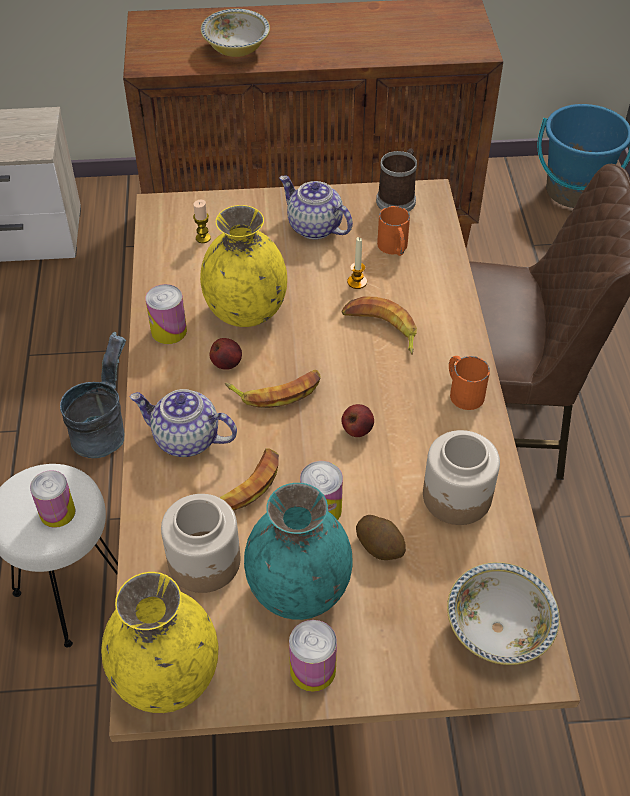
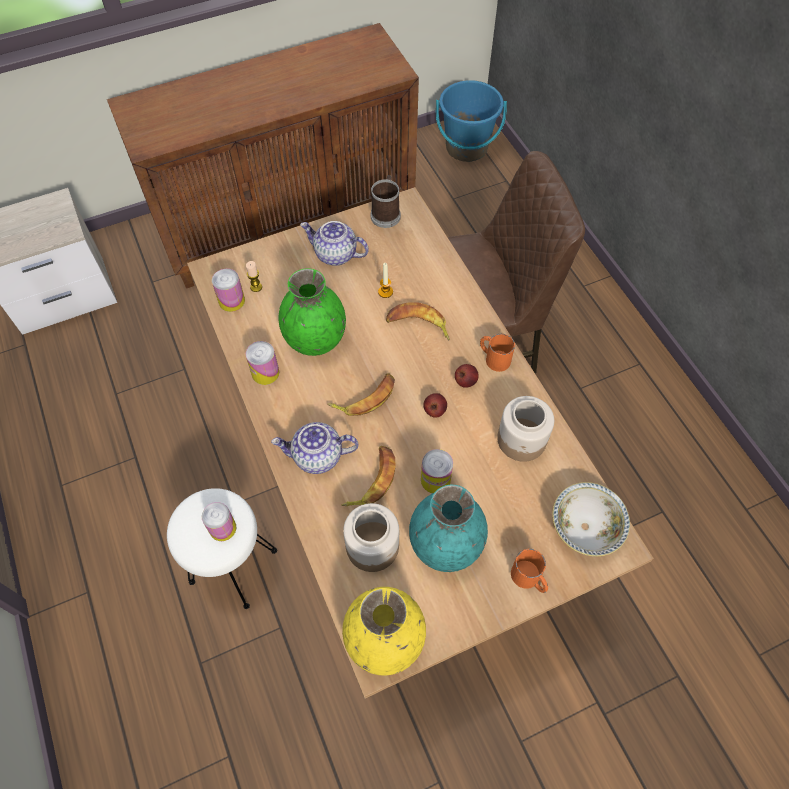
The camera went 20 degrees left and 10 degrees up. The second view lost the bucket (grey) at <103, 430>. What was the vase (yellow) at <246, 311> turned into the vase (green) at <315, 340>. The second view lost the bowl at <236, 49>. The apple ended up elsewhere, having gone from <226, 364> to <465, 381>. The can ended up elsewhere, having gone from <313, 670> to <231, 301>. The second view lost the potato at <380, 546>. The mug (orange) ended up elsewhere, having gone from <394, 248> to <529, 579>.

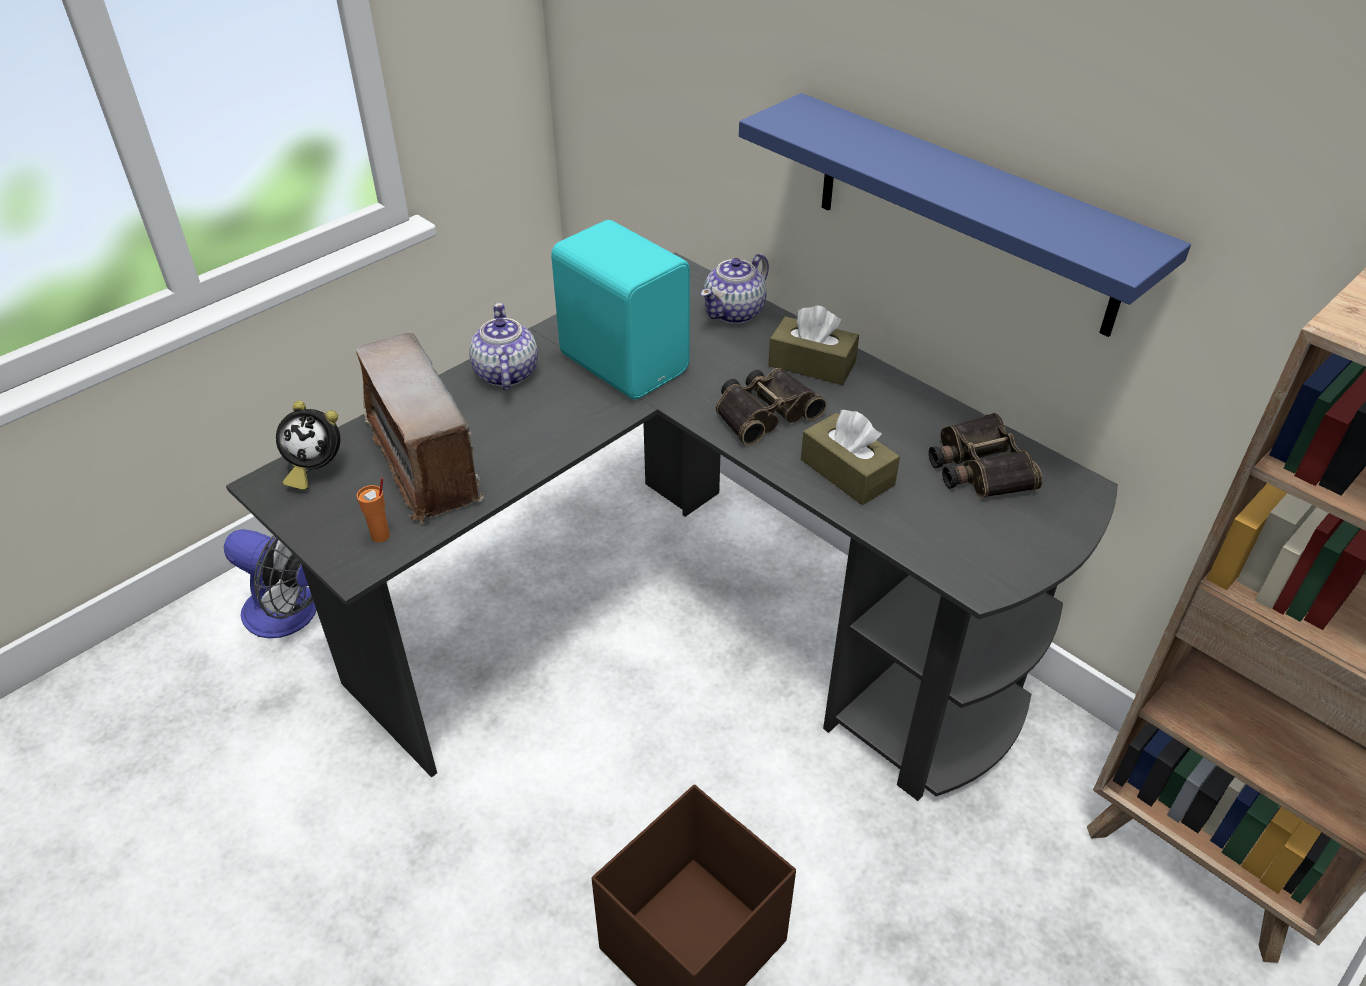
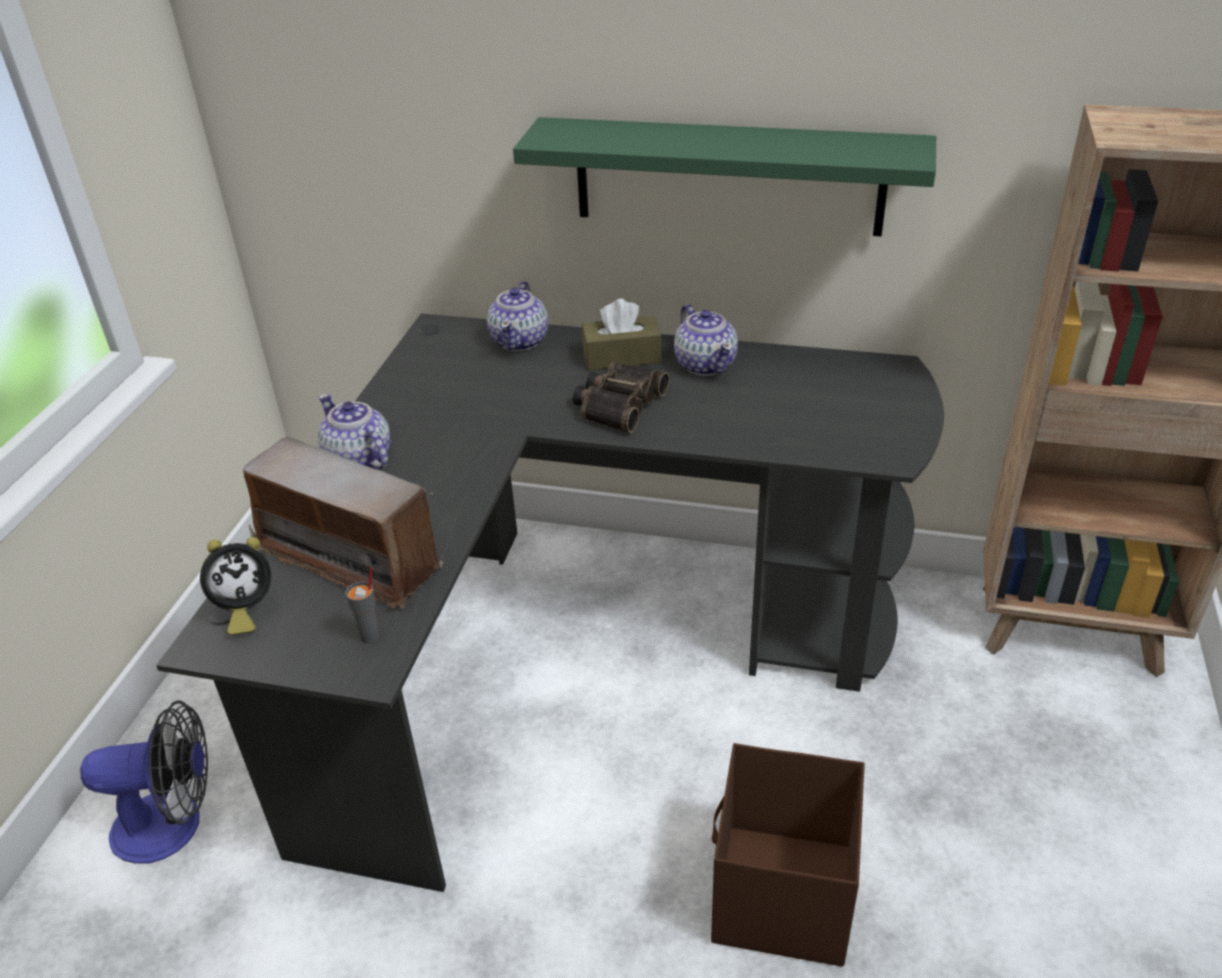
The camera went 30 degrees left and 5 degrees down. What was the cup (orange) at <381, 536> turned into the cup (grey) at <371, 636>. The second view lost the speaker (turquoise) at <625, 361>. What was the shelf (blue) at <965, 214> turned into the shelf (green) at <728, 176>. The second view lost the tissue box (brown) at <847, 472>. The second view lost the binoculars at <977, 467>. The second view gained the teapot at <705, 364>.

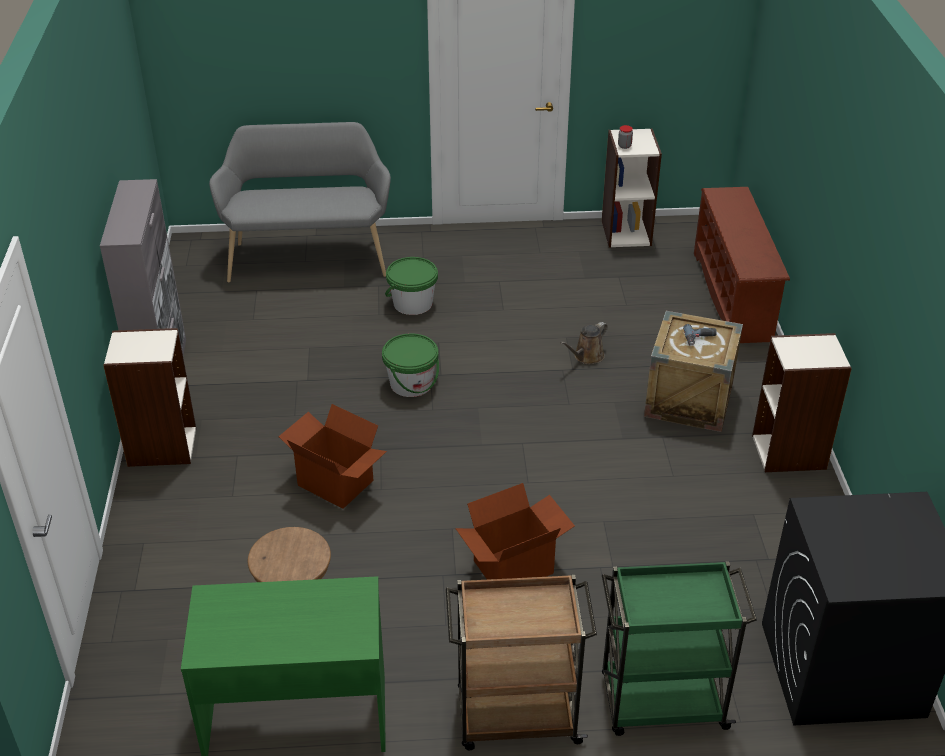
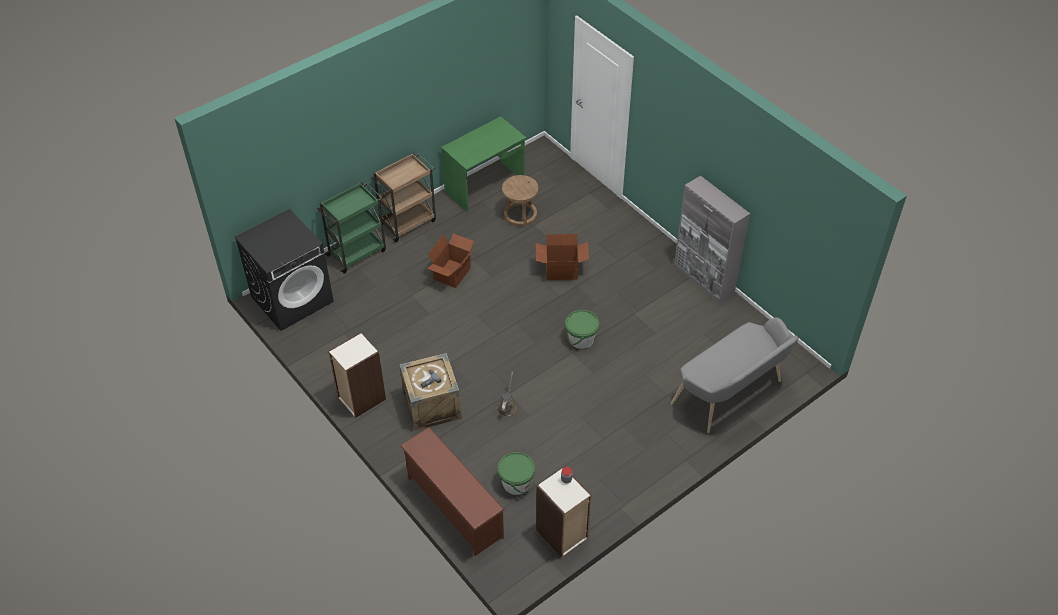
The camera went 145 degrees right and 10 degrees up. The second view lost the bookcase at <161, 447>. The bucket (green) ended up elsewhere, having gone from <412, 303> to <516, 482>.

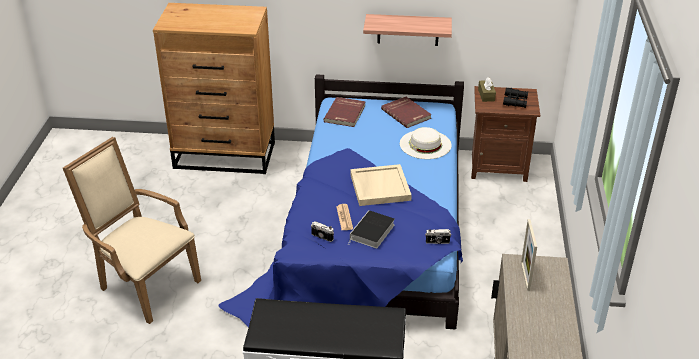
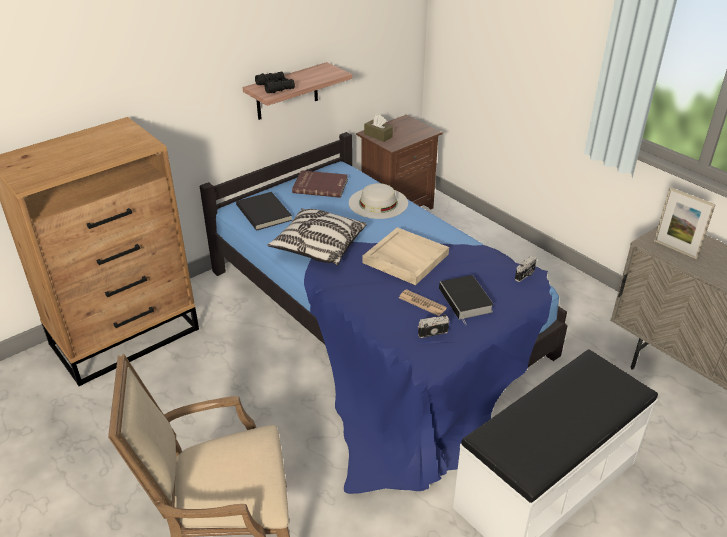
The camera went 45 degrees left and 0 degrees up. What was the book (red) at <345, 113> turned into the book (black) at <265, 213>. The binoculars (black) ended up elsewhere, having gone from <515, 101> to <275, 87>. The second view gained the pillow at <318, 247>.

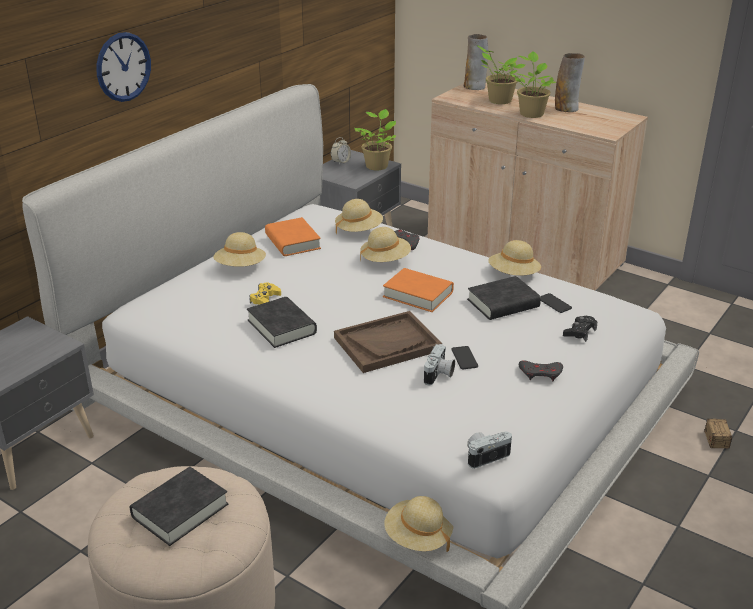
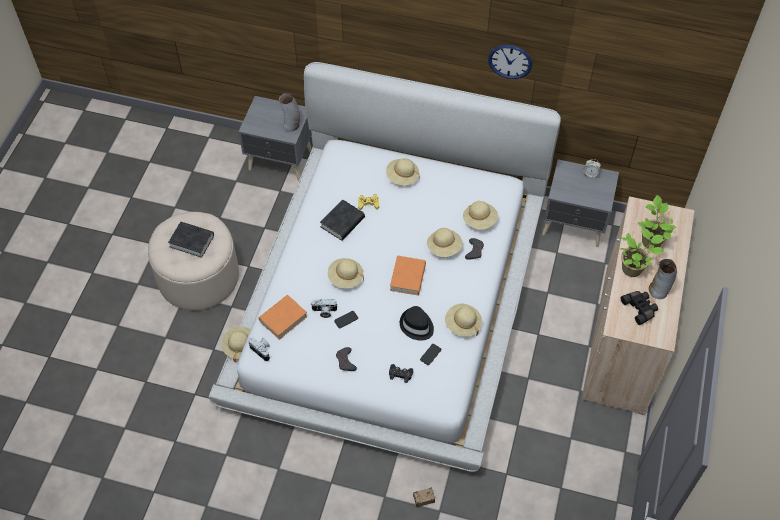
The camera went 70 degrees right and 25 degrees up. The wall clock ended up elsewhere, having gone from <123, 67> to <510, 61>. The book (orange) ended up elsewhere, having gone from <292, 242> to <283, 319>. Where the tray (brown) stood at <387, 344>, the hat (beige) came to stand at <345, 278>. The second view lost the potted plant at <377, 165>. The vase ended up elsewhere, having gone from <475, 87> to <291, 125>. Where the book (black) stood at <503, 304>, the hat (black) came to stand at <416, 326>. The second view gained the binoculars (black) at <640, 309>.

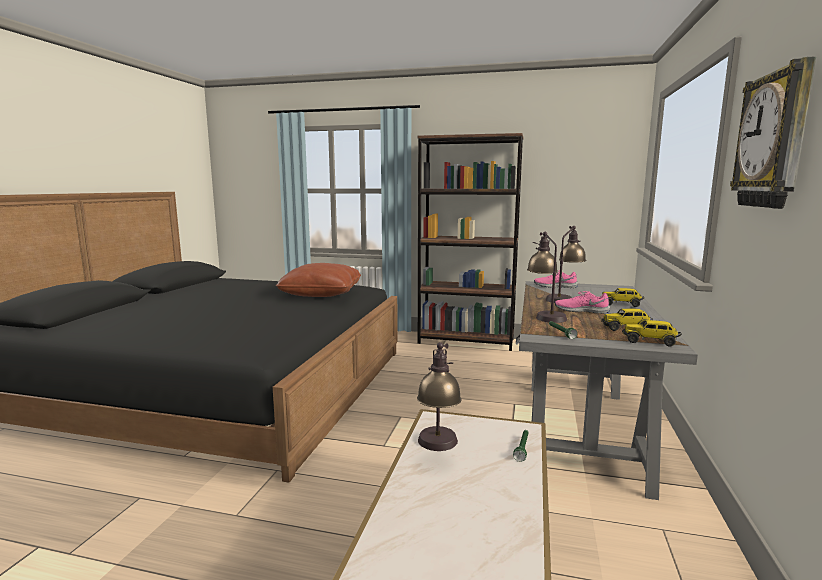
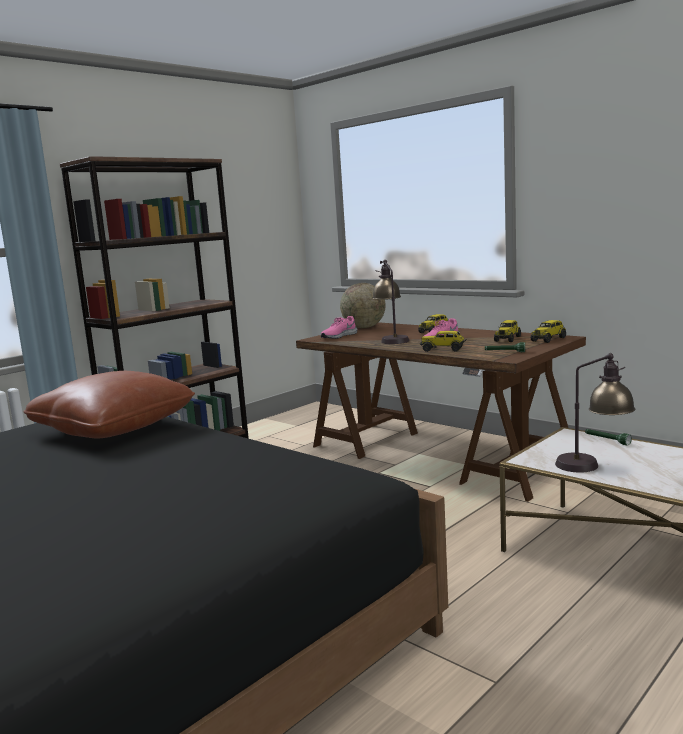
The camera went 60 degrees left and 0 degrees up. What was the desk (grey) at <580, 418> turned into the desk (brown) at <437, 455>. Where the table lamp stood at <545, 315>, the toy truck came to stand at <443, 349>. The second view lost the wall clock at <774, 140>. The second view gained the globe at <364, 327>.

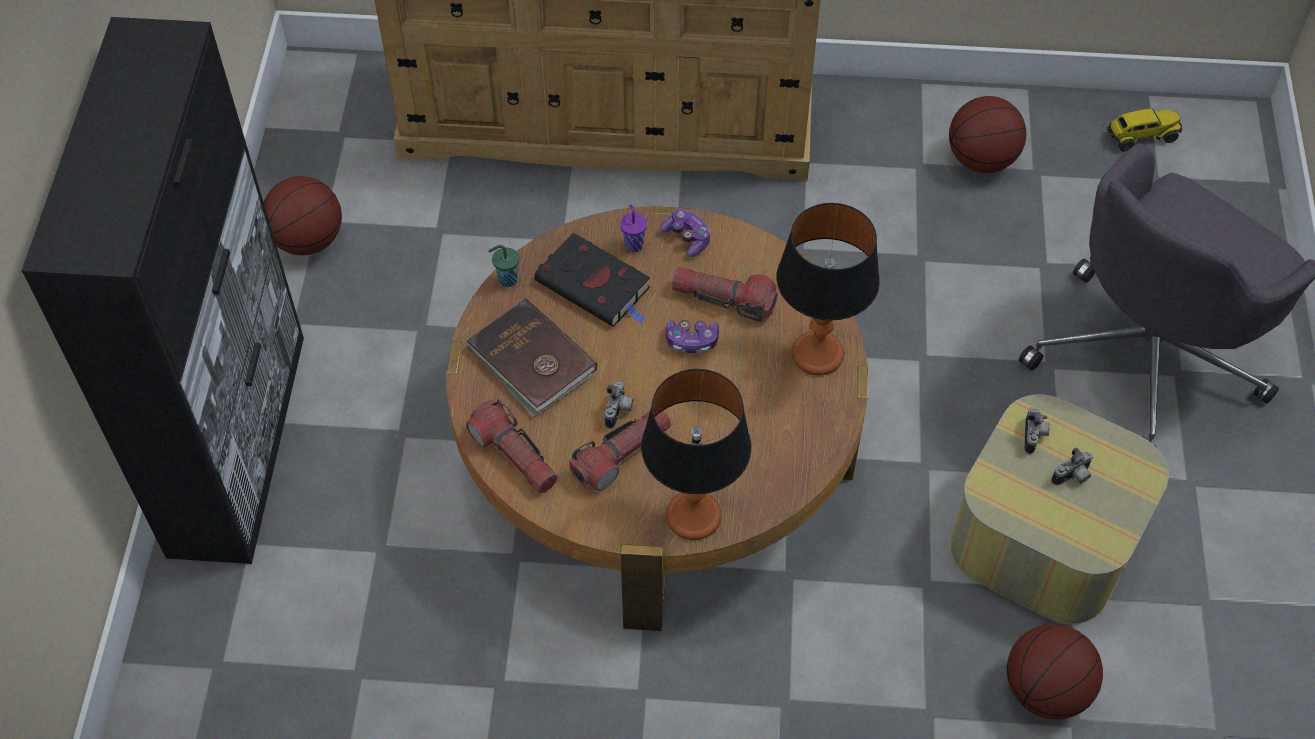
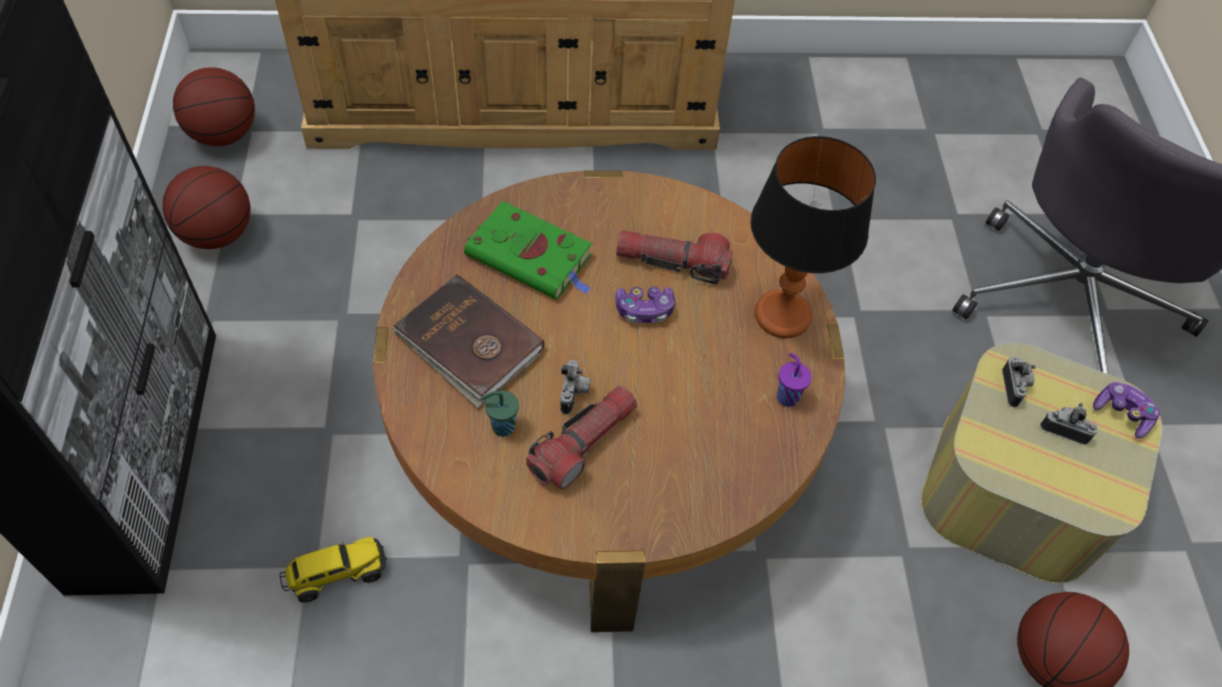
The camera went 10 degrees left and 0 degrees up. The second view lost the flashlight at <514, 455>. The cup (green) ended up elsewhere, having gone from <506, 279> to <501, 427>. What was the book (black) at <596, 286> turned into the book (green) at <532, 257>. The cup (purple) ended up elsewhere, having gone from <633, 244> to <786, 396>. The second view lost the table lamp at <694, 516>. The game controller ended up elsewhere, having gone from <687, 238> to <1122, 414>. The basketball ended up elsewhere, having gone from <981, 159> to <224, 134>. The photo camera at <1072, 477> ended up facing another way, 120 degrees counterclockwise from before. The toy truck ended up elsewhere, having gone from <1140, 136> to <336, 574>.

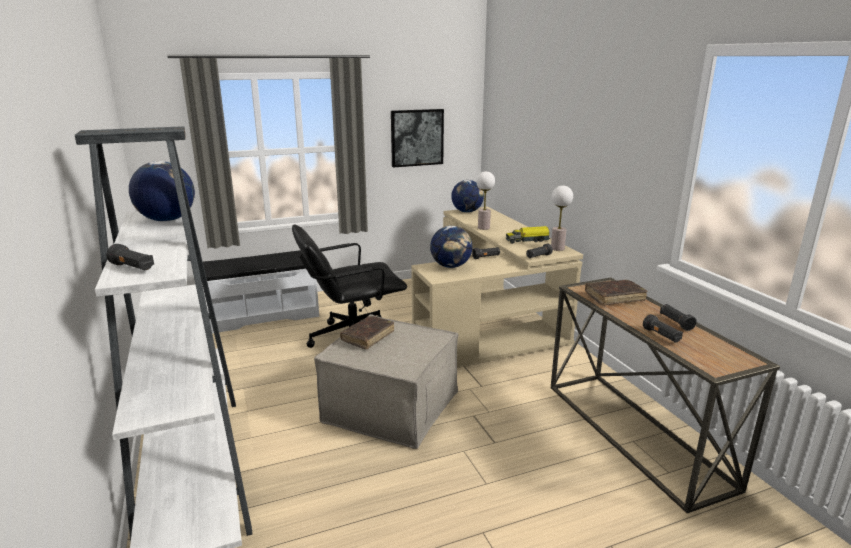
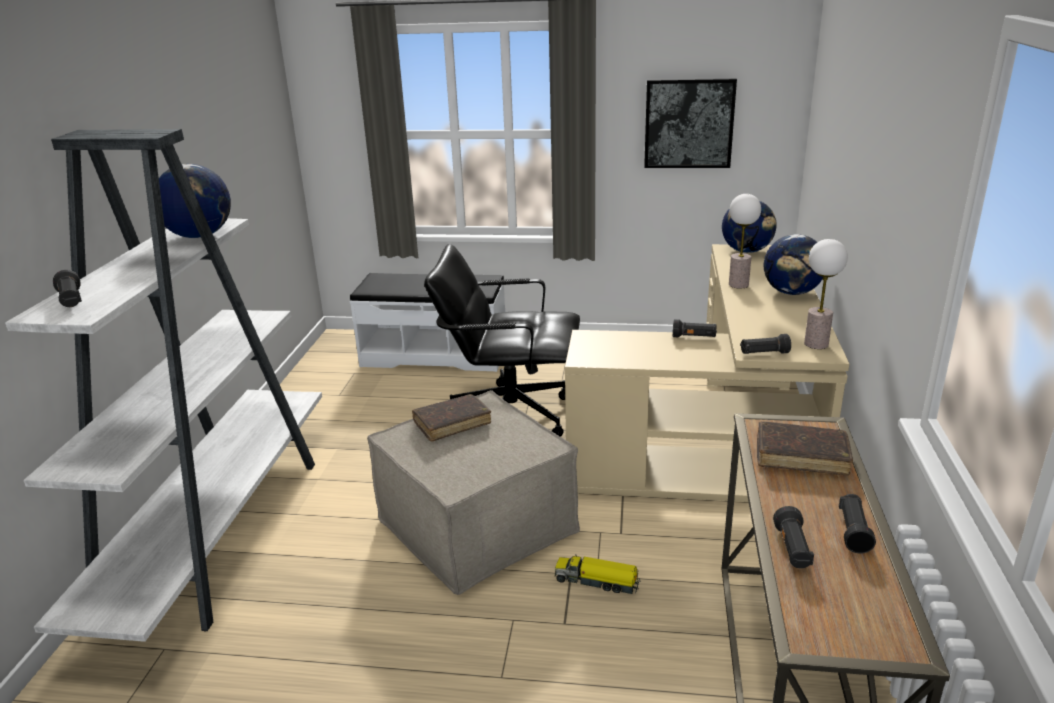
The camera went 30 degrees right and 5 degrees up. The globe ended up elsewhere, having gone from <451, 266> to <791, 292>. The toy truck ended up elsewhere, having gone from <528, 240> to <597, 581>.

